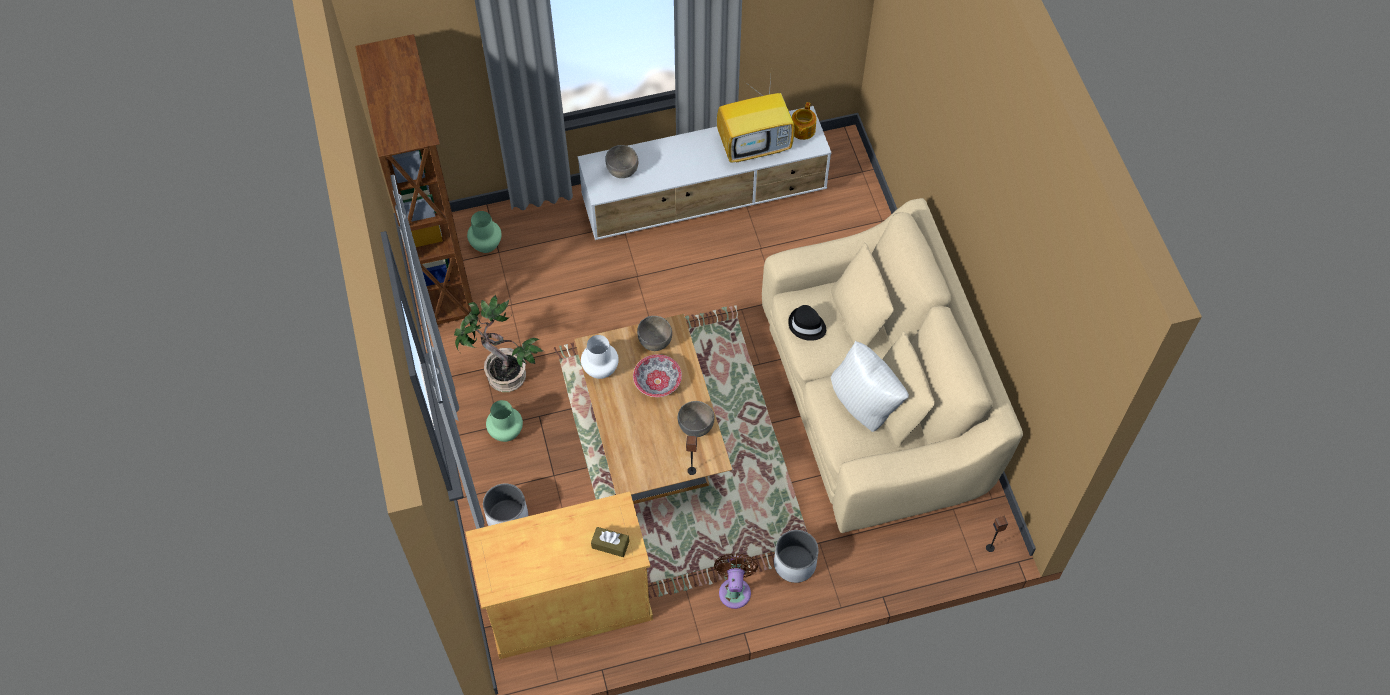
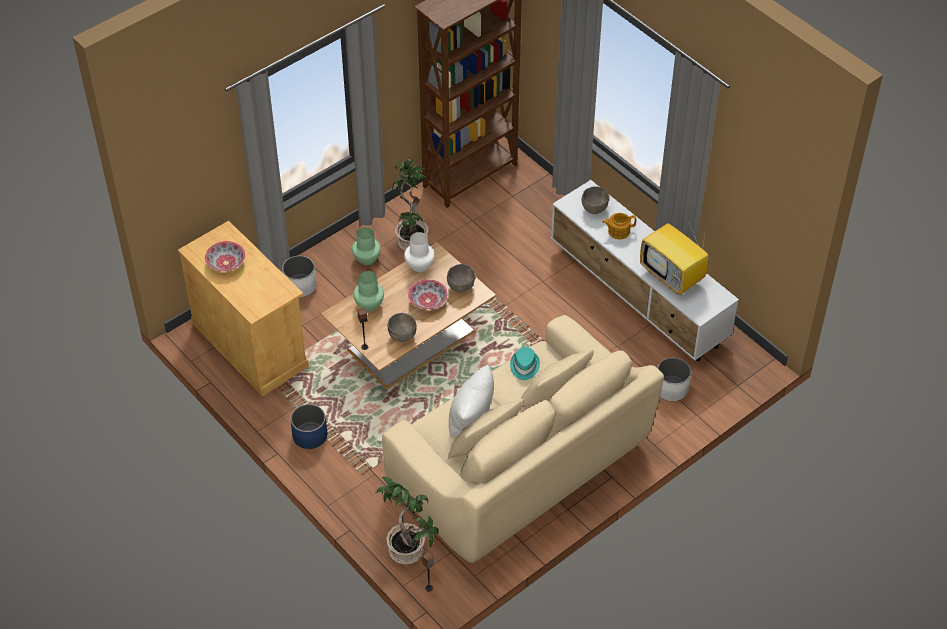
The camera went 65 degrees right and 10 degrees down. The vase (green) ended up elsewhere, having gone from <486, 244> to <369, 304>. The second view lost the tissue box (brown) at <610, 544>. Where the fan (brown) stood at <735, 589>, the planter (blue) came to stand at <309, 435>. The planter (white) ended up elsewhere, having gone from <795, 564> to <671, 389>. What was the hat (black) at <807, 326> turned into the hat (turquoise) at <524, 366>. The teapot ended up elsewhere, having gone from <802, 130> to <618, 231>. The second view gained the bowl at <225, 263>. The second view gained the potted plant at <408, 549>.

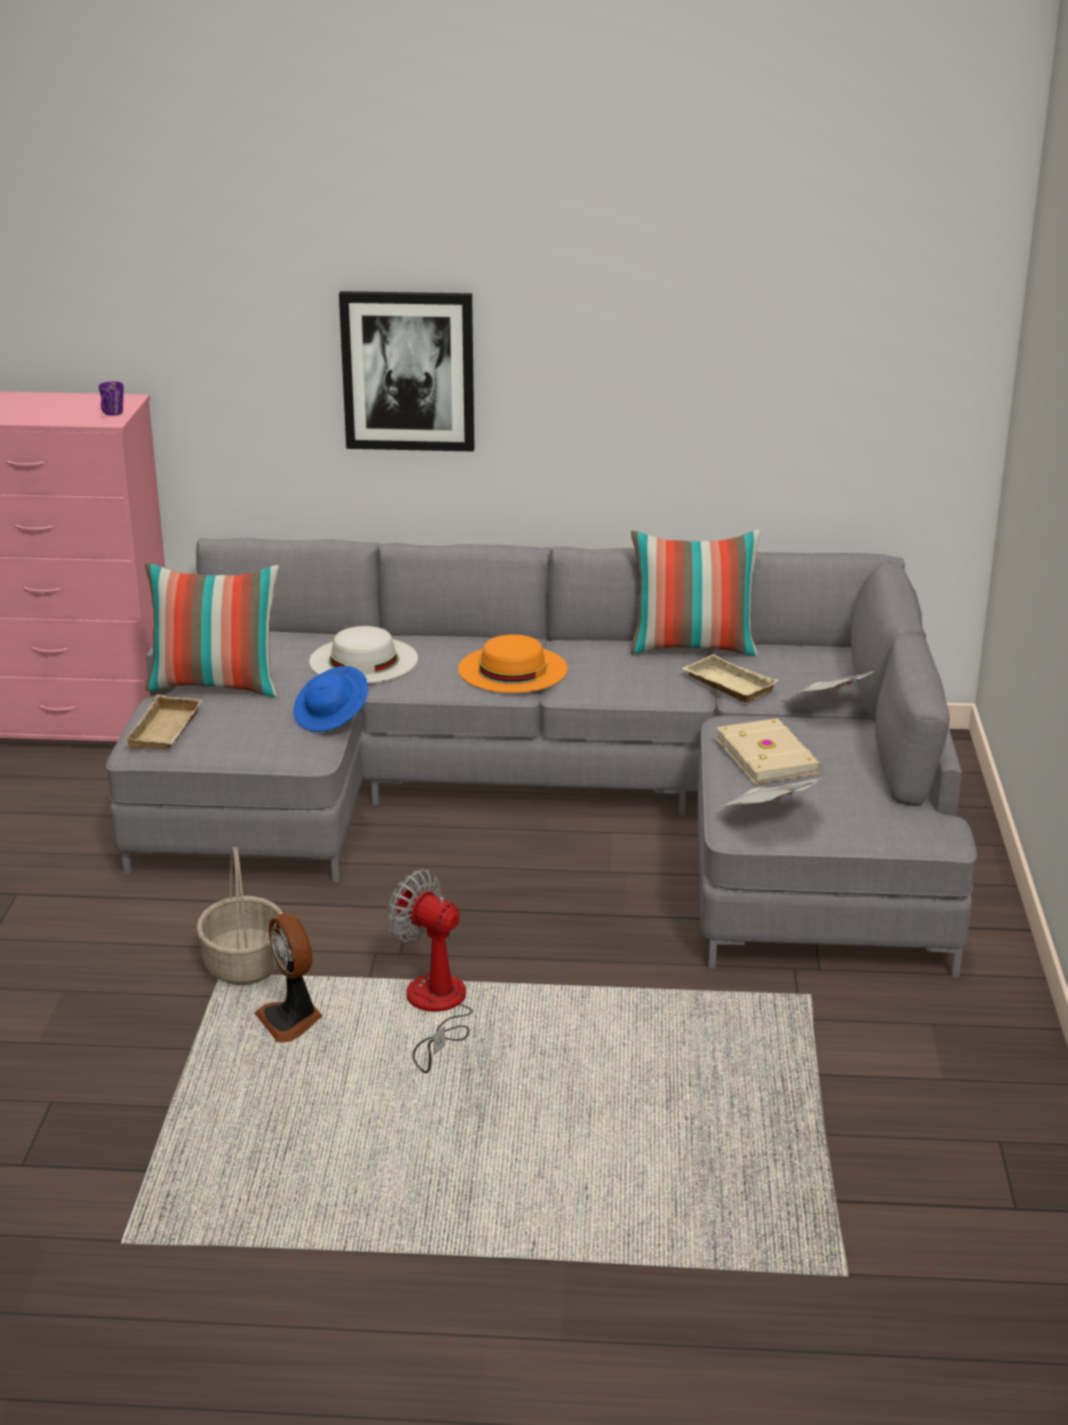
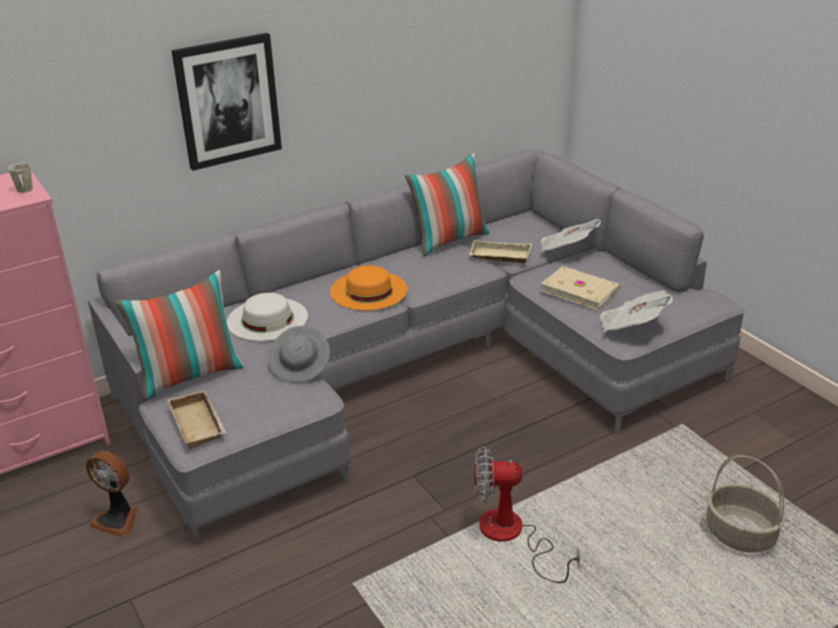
The camera went 35 degrees left and 5 degrees up. What was the mug (purple) at <111, 414> turned into the mug (white) at <25, 191>. The basket ended up elsewhere, having gone from <243, 964> to <739, 534>. The fan ended up elsewhere, having gone from <291, 1019> to <118, 519>. What was the hat (blue) at <332, 717> turned into the hat (grey) at <301, 366>.

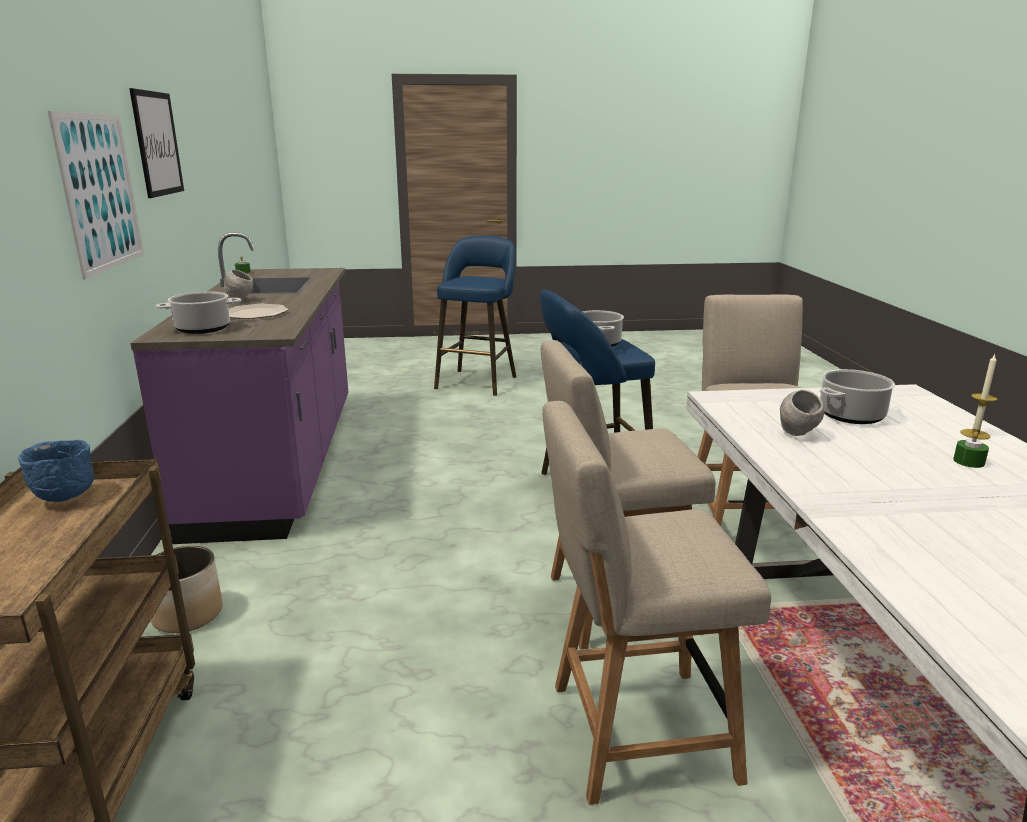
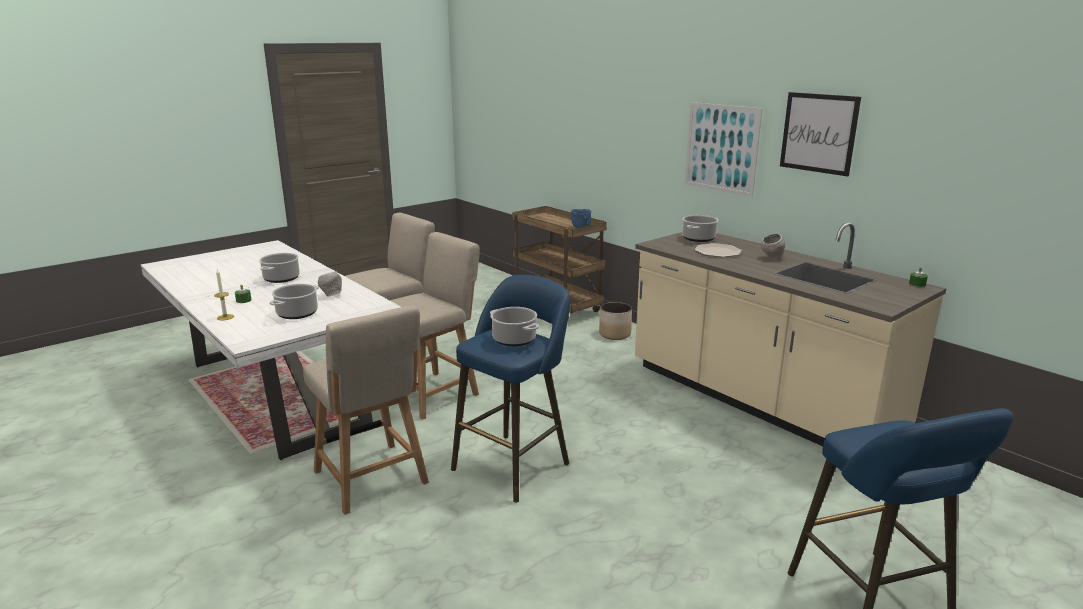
The camera went 145 degrees right and 0 degrees up. What was the counter (purple) at <281, 462> turned into the counter (beige) at <759, 401>. The second view gained the cooking pot at <281, 278>.

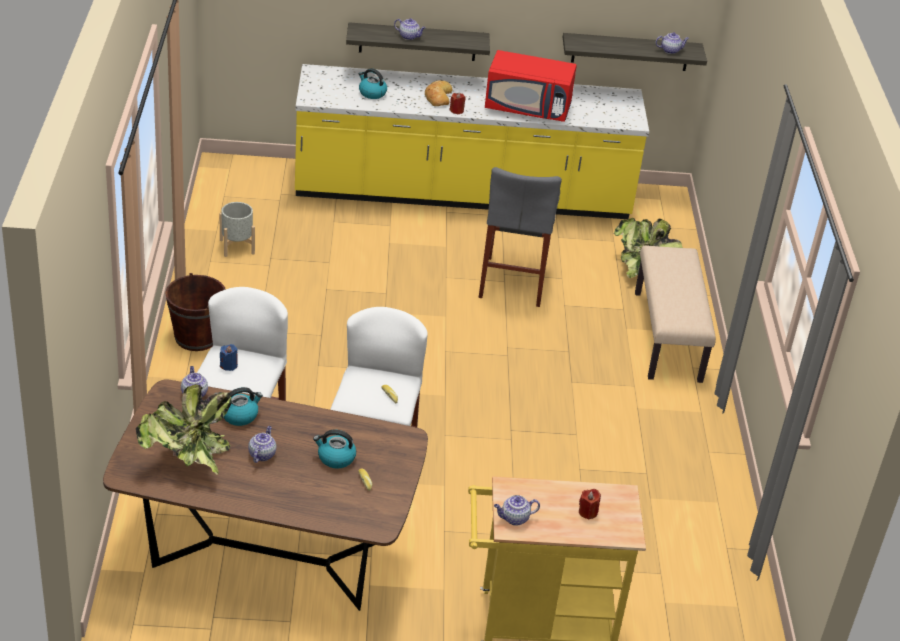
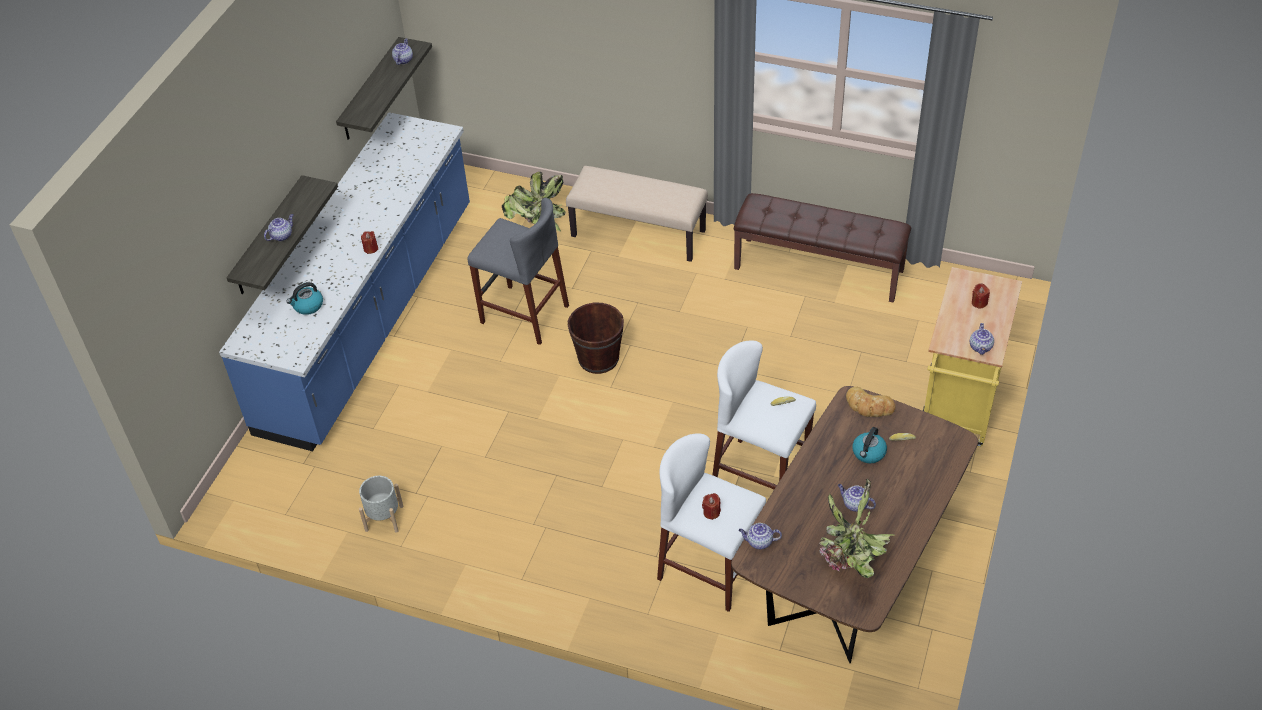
The camera went 65 degrees left and 10 degrees up. The bucket (brown) ended up elsewhere, having gone from <196, 337> to <598, 359>. What was the candle (blue) at <229, 365> turned into the candle (red) at <711, 512>. The second view lost the kettle at <240, 415>. What was the counter (yellow) at <462, 194> turned into the counter (blue) at <370, 317>. The bread ended up elsewhere, having gone from <437, 97> to <869, 406>. The second view lost the microwave (red) at <528, 108>. The second view gained the bench (brown) at <819, 268>.

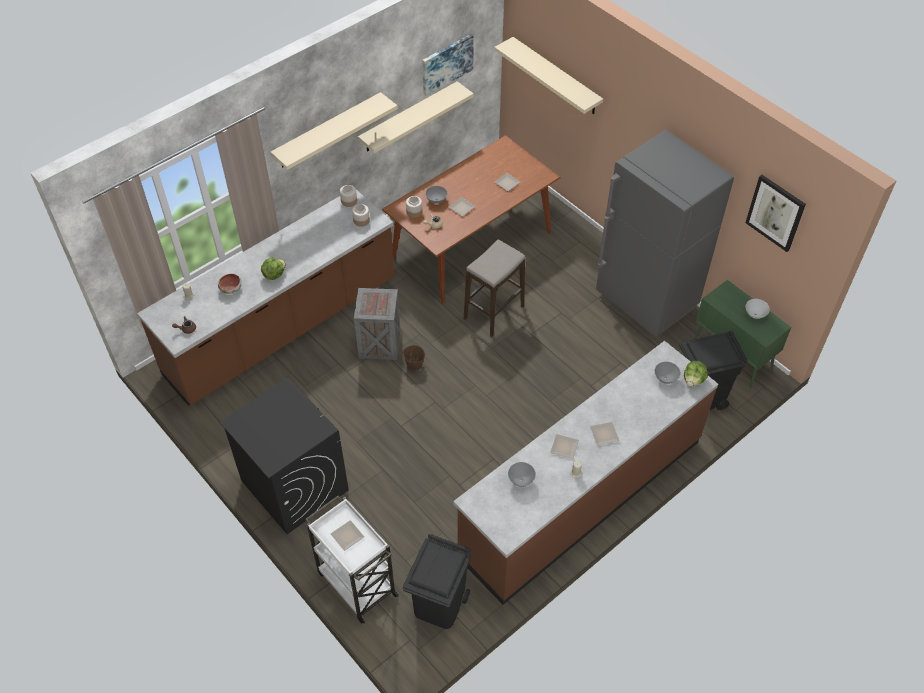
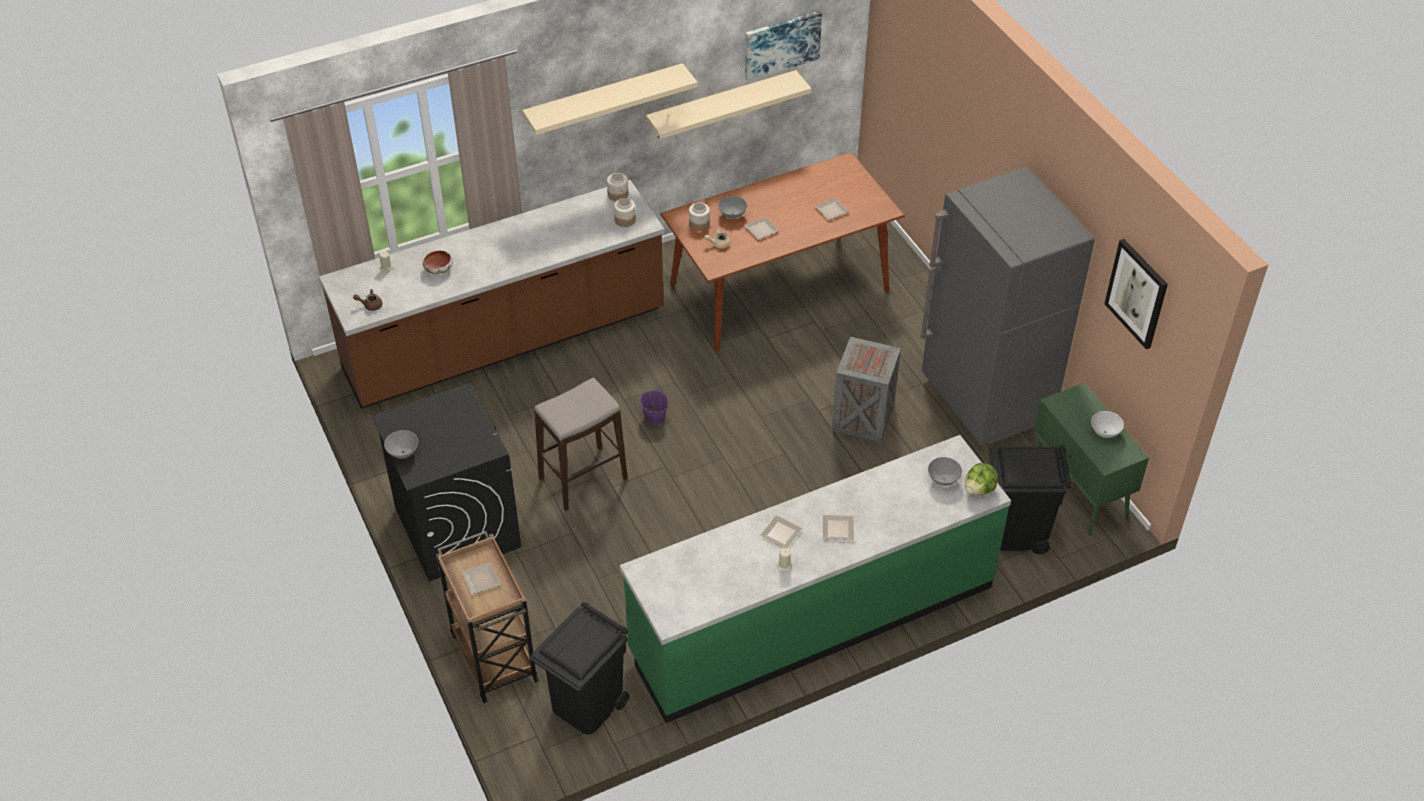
The camera went 15 degrees right and 5 degrees down. The second view lost the lettuce at <274, 274>. What was the cart (white) at <356, 583> turned into the cart (brown) at <493, 655>. The crate ended up elsewhere, having gone from <379, 344> to <861, 418>. What was the bucket (brown) at <414, 365> turned into the bucket (purple) at <654, 417>. What was the counter (brown) at <581, 497> turned into the counter (green) at <812, 619>. The stool ended up elsewhere, having gone from <494, 312> to <583, 479>. The second view lost the shelf (beige) at <556, 76>. The bowl (grey) ended up elsewhere, having gone from <521, 480> to <403, 452>.

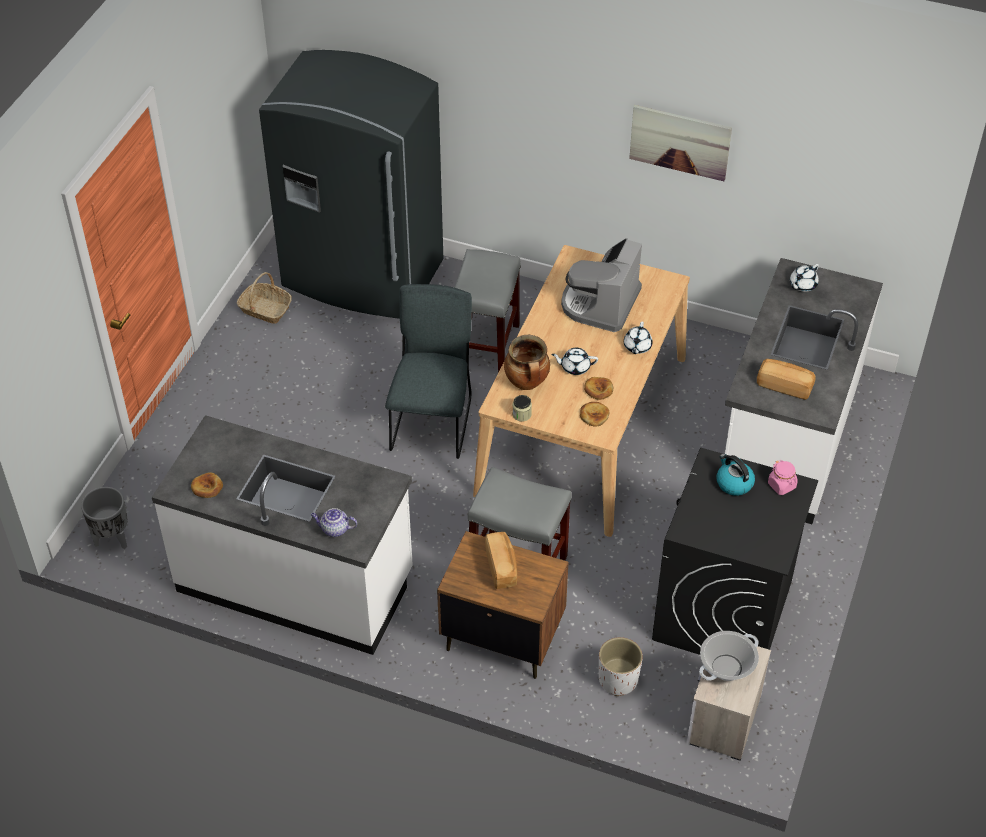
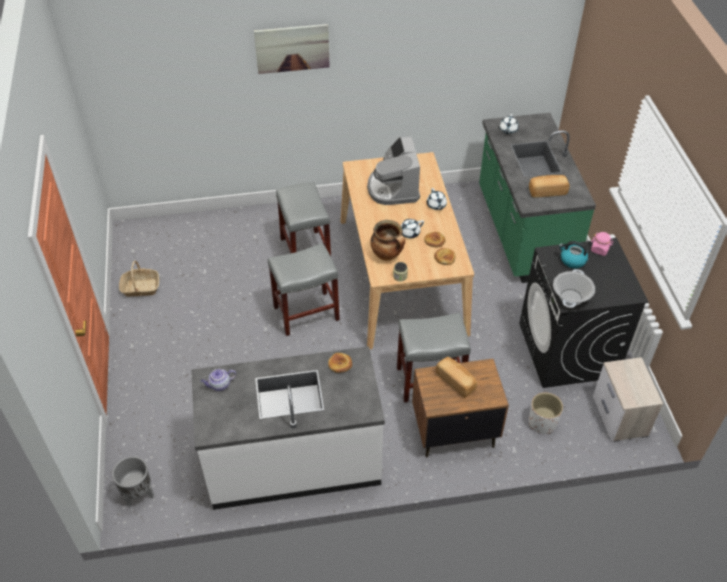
The camera went 30 degrees left and 0 degrees up. The bread ended up elsewhere, having gone from <207, 487> to <340, 364>. The second view lost the fridge (grey) at <362, 276>. The teapot ended up elsewhere, having gone from <334, 529> to <219, 385>. Where the chair (grey) stood at <432, 421>, the stool (grey) came to stand at <306, 312>. The picture ended up elsewhere, having gone from <680, 142> to <292, 48>. The cooking pot ended up elsewhere, having gone from <726, 667> to <570, 297>. What was the counter (white) at <787, 437> turned into the counter (green) at <522, 232>.

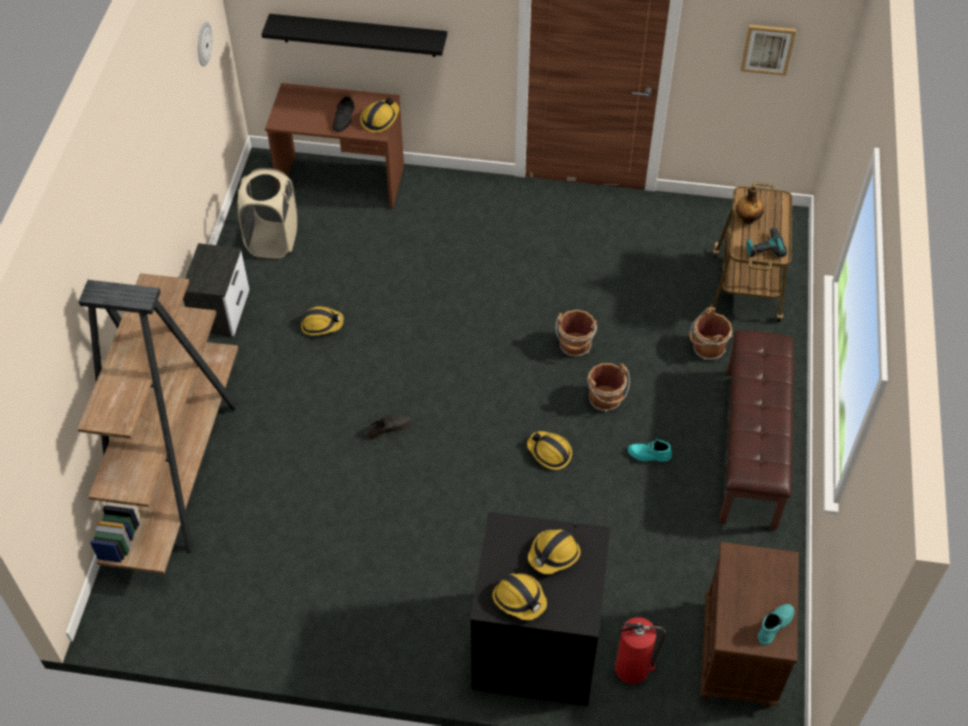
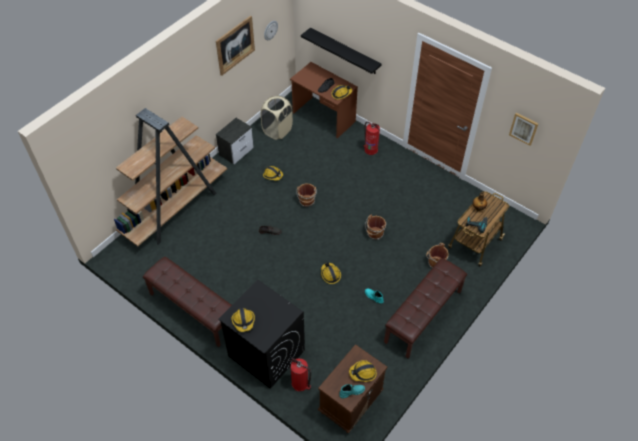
The camera went 30 degrees right and 0 degrees up. The hard hat ended up elsewhere, having gone from <554, 554> to <363, 373>. The bucket (brown) ended up elsewhere, having gone from <606, 400> to <307, 201>. The second view gained the bench (brown) at <193, 310>. The second view gained the picture at <235, 45>. The second view gained the fire extinguisher at <370, 149>.

